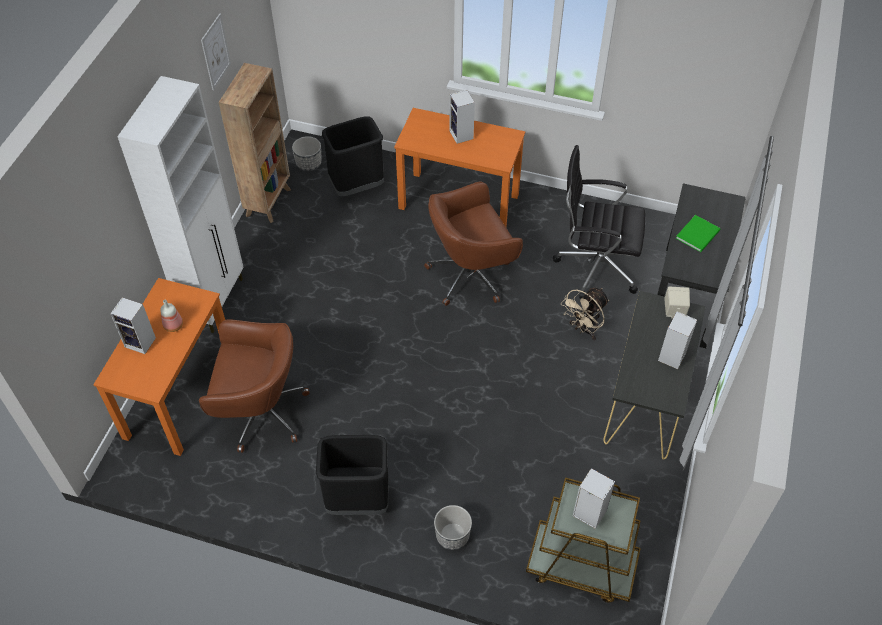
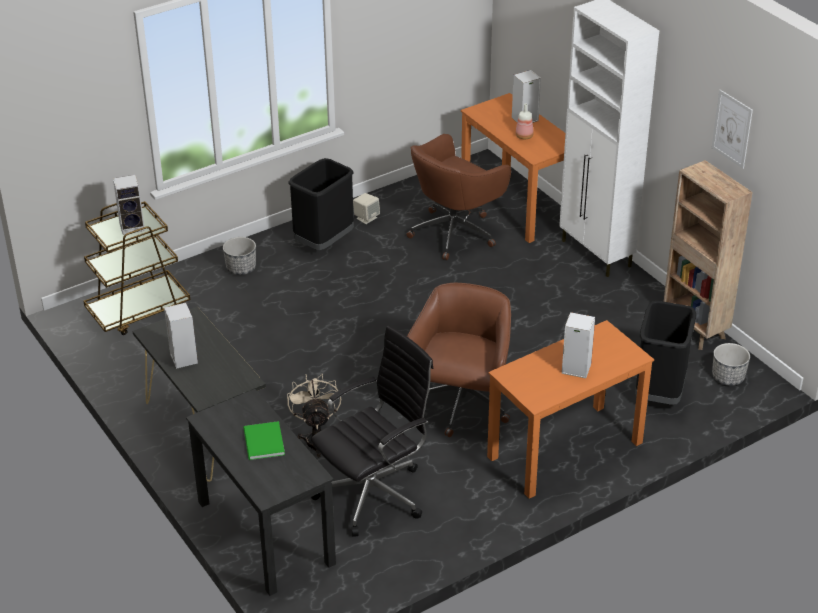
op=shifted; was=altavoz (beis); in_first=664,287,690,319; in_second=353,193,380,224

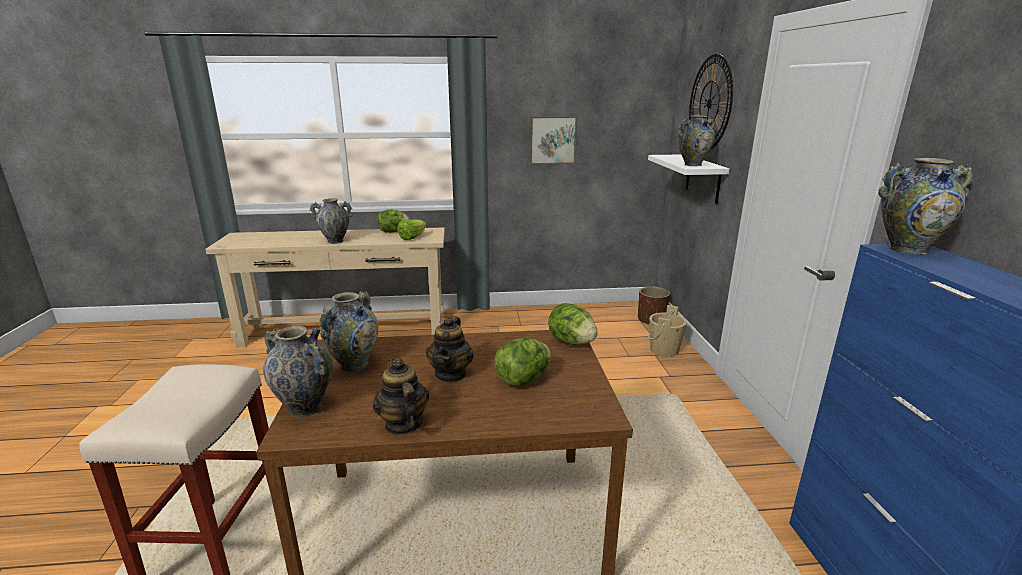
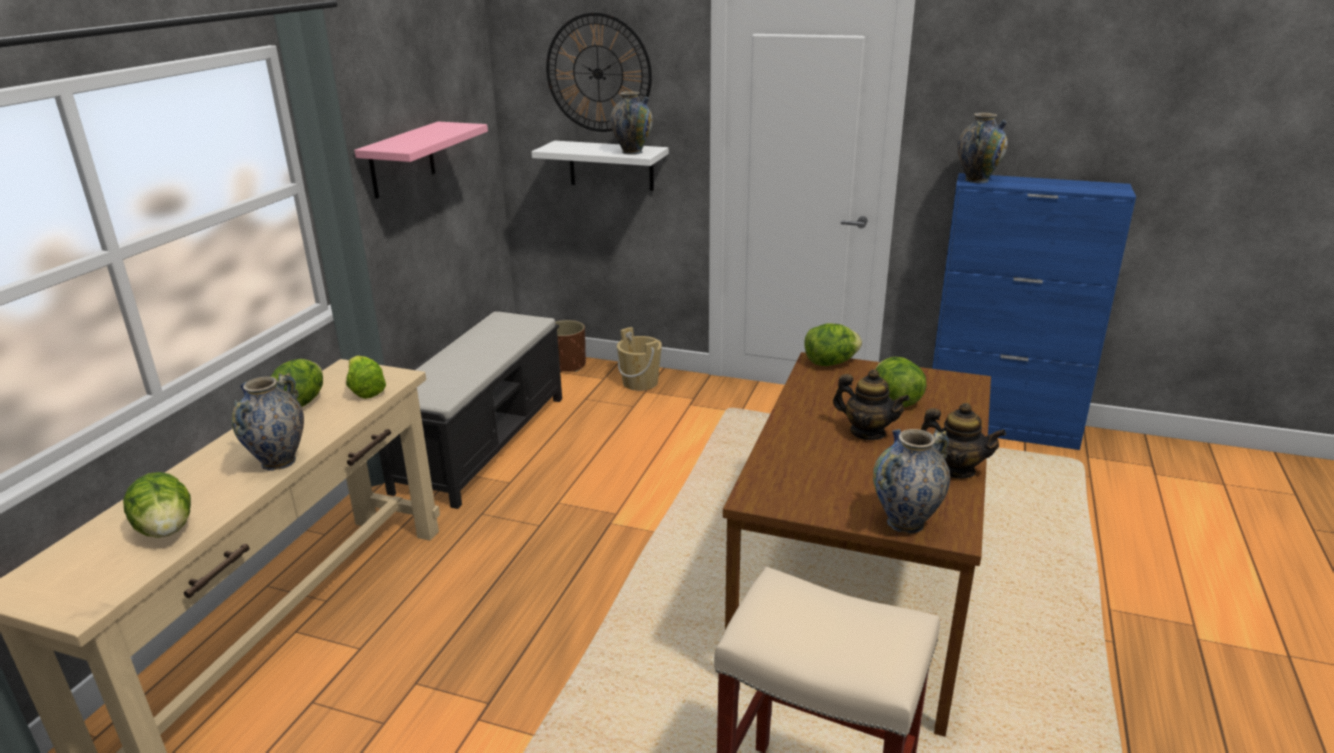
op=gone; was=florero; in_first=319,291,378,372
op=new; now=lechuga; in_second=123,472,191,538
op=new; now=banco (negro); in_second=379,309,562,509
op=swapped; was=cuadro; now=estante (rosa); in_first=530,116,577,164; in_second=354,122,488,199
op=rotated; was=tetera; in_first=373,358,429,435; in_second=921,403,1006,479; clockwise=-150

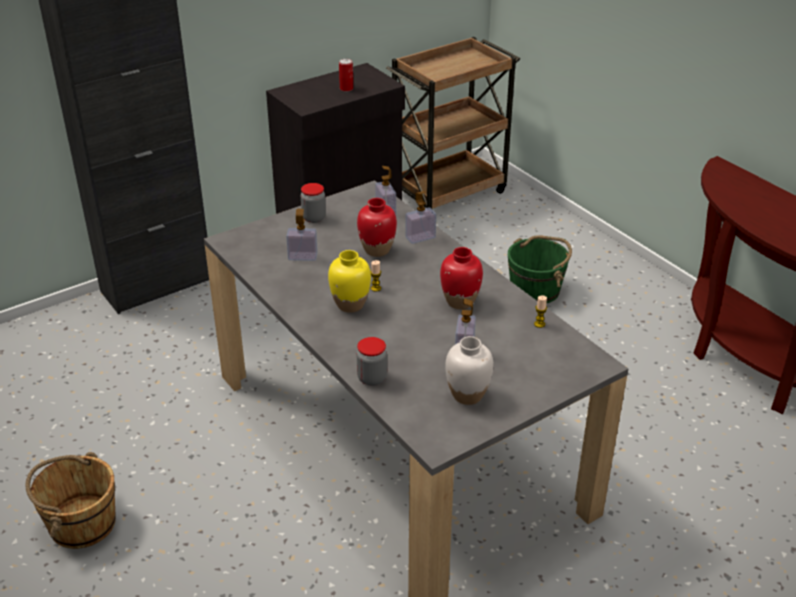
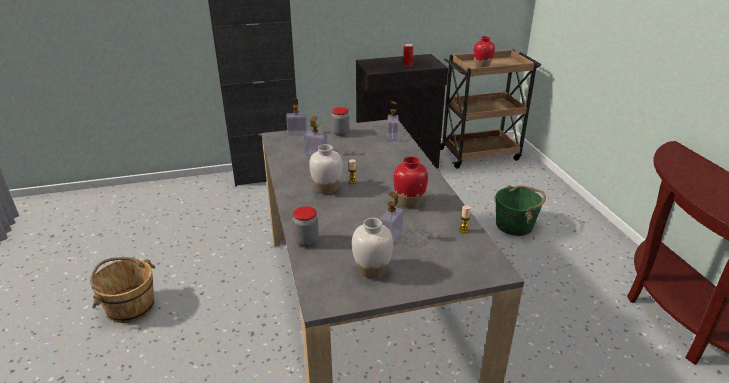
op=shifted; was=florero (rojo); in_first=357,198,397,257; in_second=473,36,495,68
op=shifted; was=dispensador de jabón; in_first=405,191,436,244; in_second=286,99,307,136
op=repainted; was=florero (amarillo); now=florero (blanco); in_first=328,250,371,313; in_second=309,144,342,194

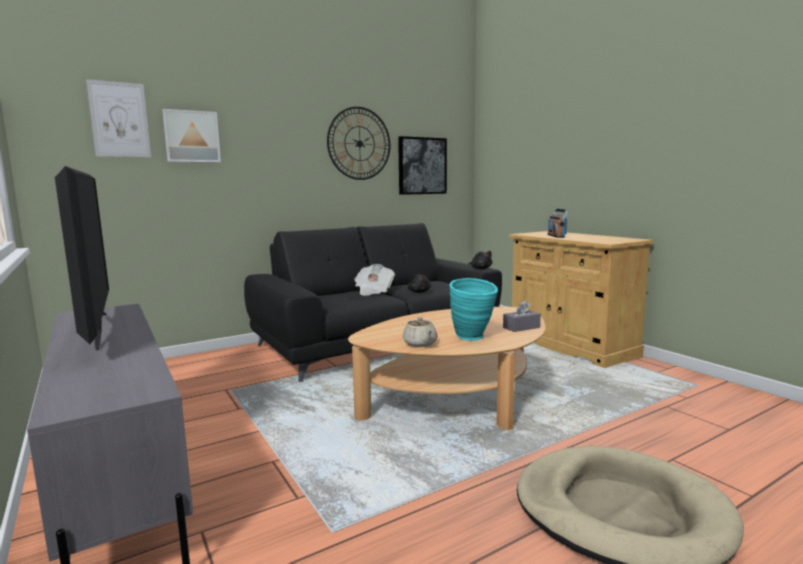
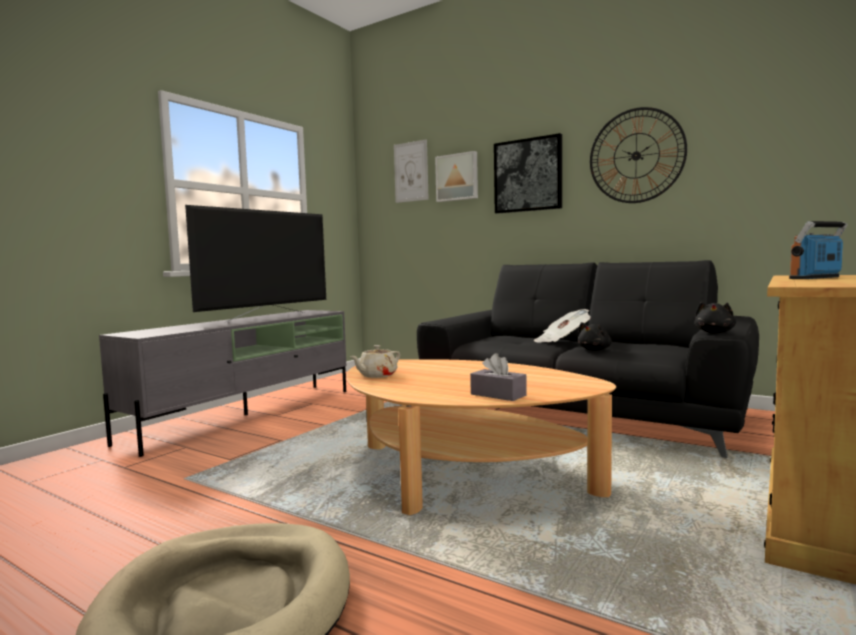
op=gone; was=florero (turquesa); in_first=450,278,498,341
op=shifted; was=cuadro; in_first=398,136,447,195; in_second=494,133,562,214

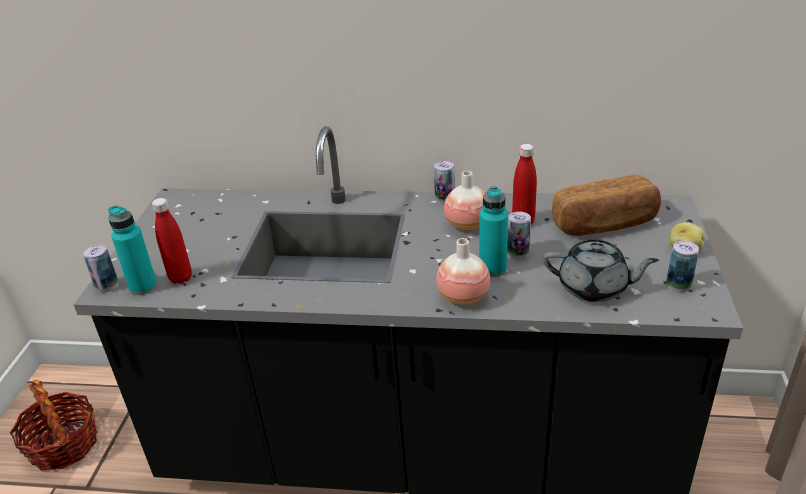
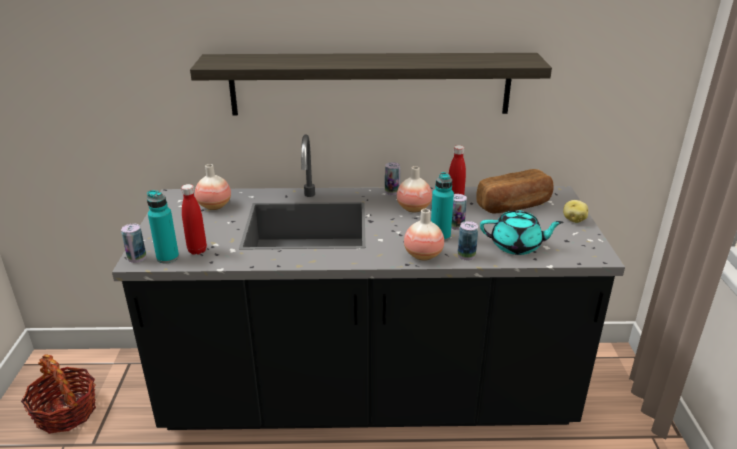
op=new; now=estante; in_second=190,53,552,115
op=new; now=florero; in_second=195,164,231,210
op=shifted; was=lata; in_first=666,241,699,293; in_second=458,221,478,261
op=repainted; was=tetera (gris); now=tetera (turquesa); in_first=543,240,659,302; in_second=480,210,564,255

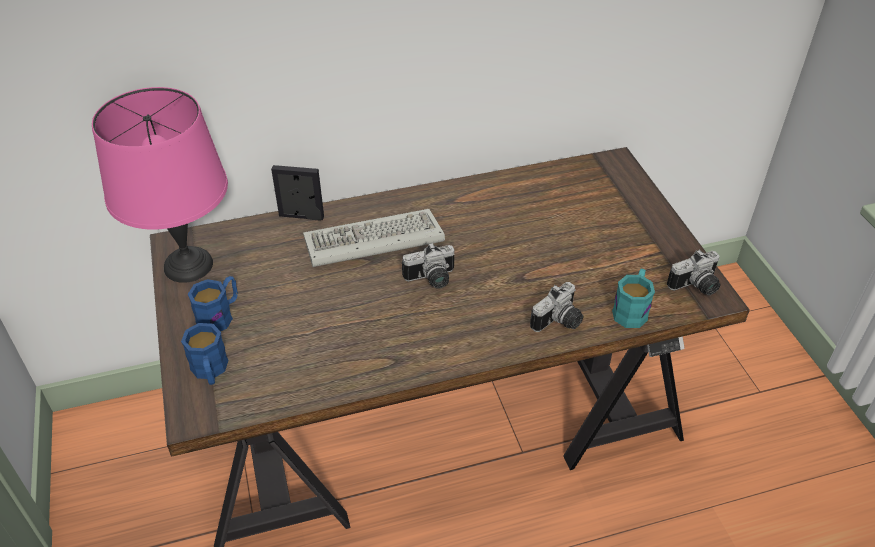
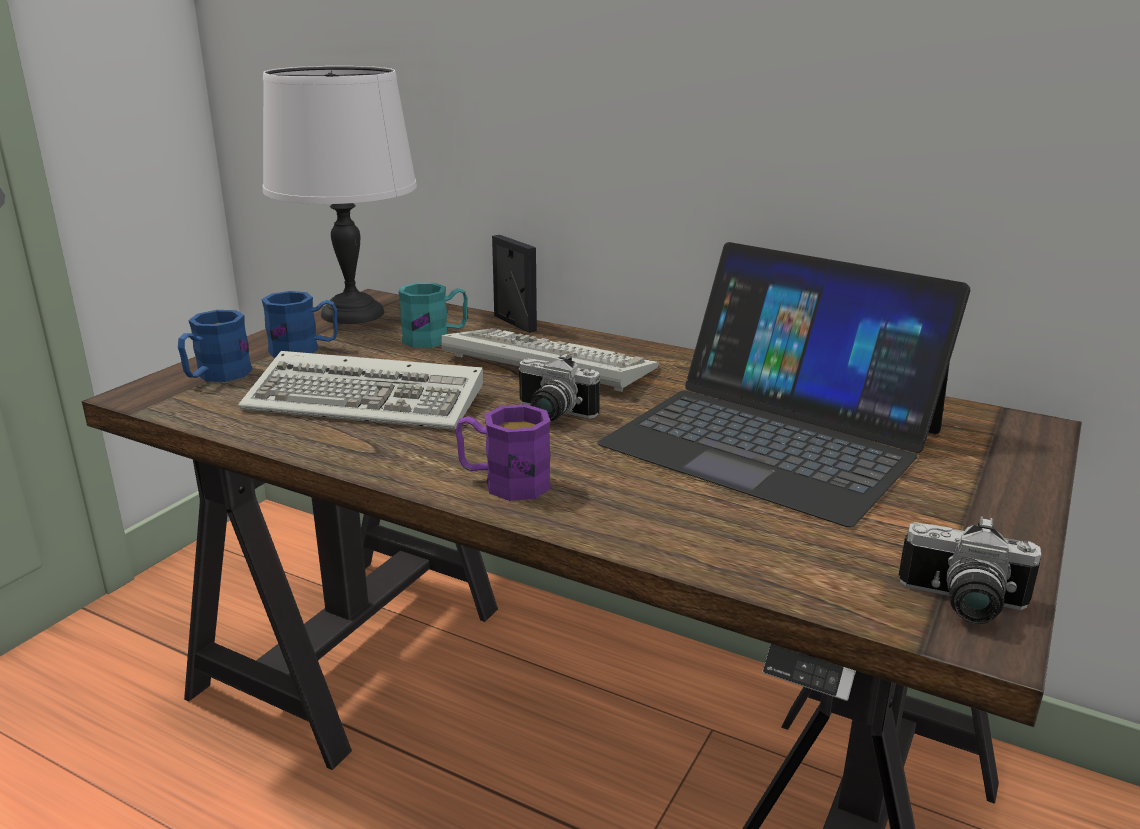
op=gone; was=cámara; in_first=530,282,583,332
op=new; now=teclado; in_second=238,351,483,430
op=new; now=taza grande (morado); in_second=455,404,551,501
op=new; now=portátil; in_second=597,242,970,527
op=shifted; was=taza grande (turquesa); in_first=612,269,655,328; in_second=399,283,468,348
op=repainted; was=lámpara de mesa (rosa); now=lámpara de mesa (blanco); in_first=92,87,228,283; in_second=263,66,417,324

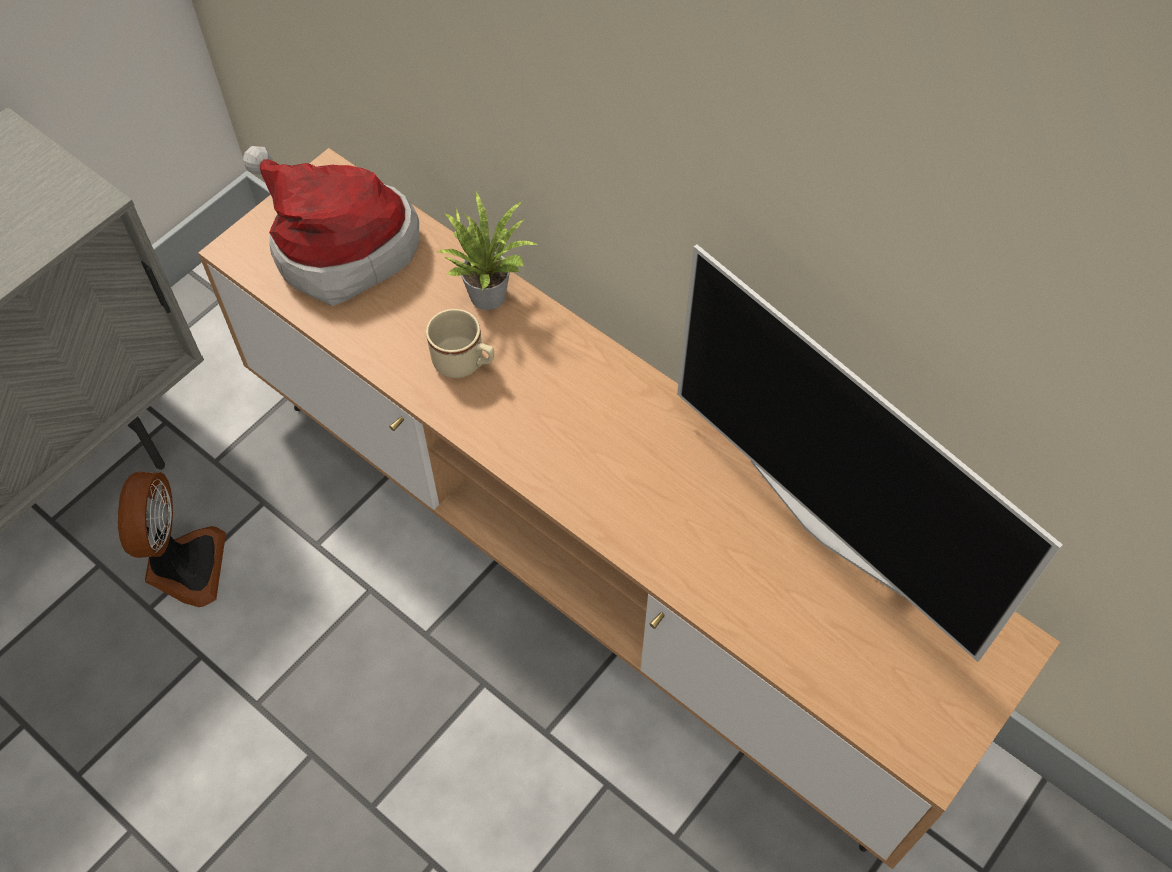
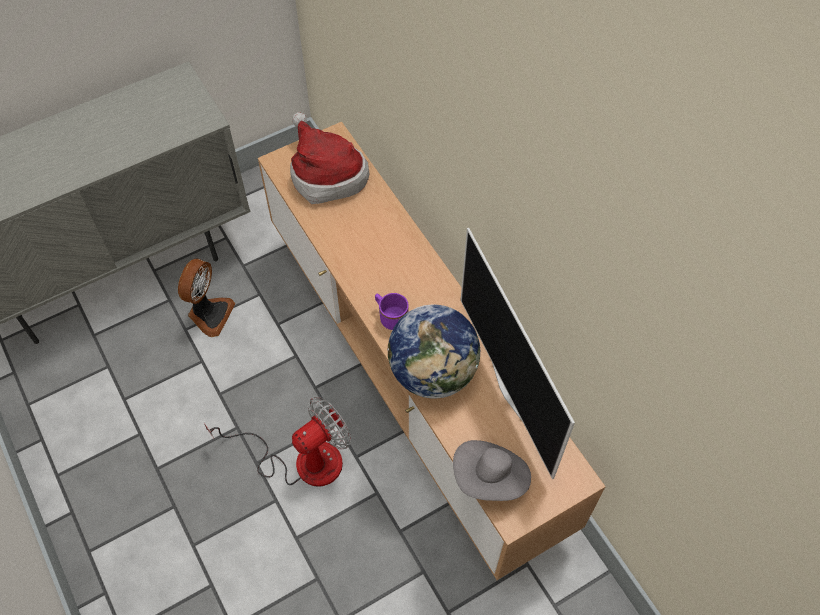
op=gone; was=taza grande (beis); in_first=426,309,494,378
op=gone; was=planta en maceta; in_first=437,192,539,310
op=new; now=ventilador; in_second=204,397,351,487
op=new; now=taza grande (morado); in_second=375,293,409,330
op=new; now=globo terráqueo; in_second=387,304,480,398
op=new; now=sombrero (gris); in_second=453,440,531,501

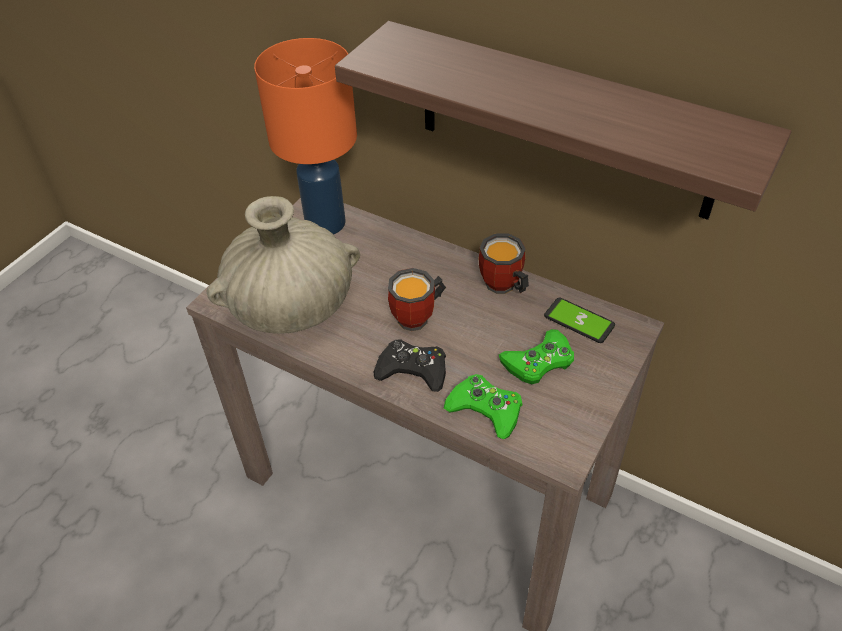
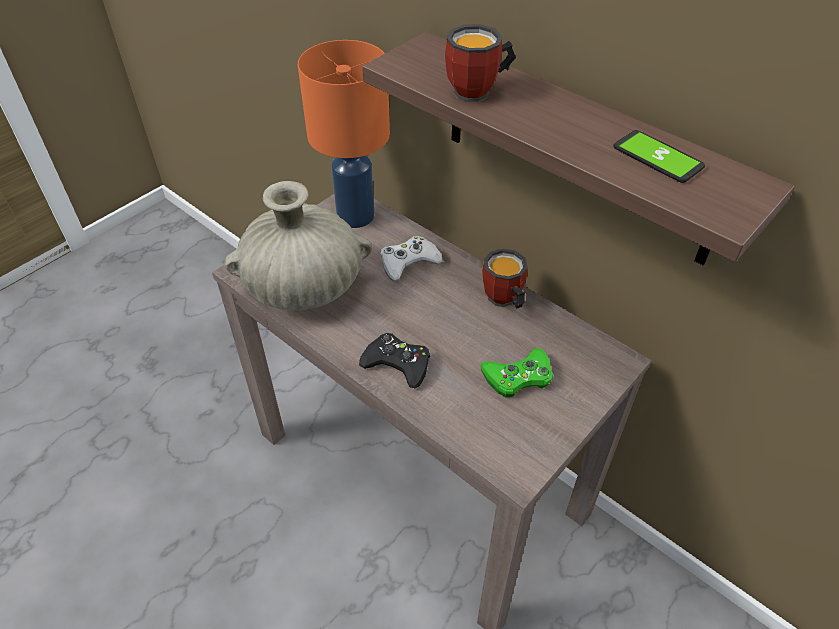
op=gone; was=mando de consola (verde); in_first=444,374,522,439
op=new; now=mando de consola (blanco); in_second=380,236,443,281
op=shifted; was=taza grande; in_first=388,268,446,331; in_second=445,24,516,102
op=shifted; was=móvil; in_first=544,298,615,343; in_second=613,130,705,183

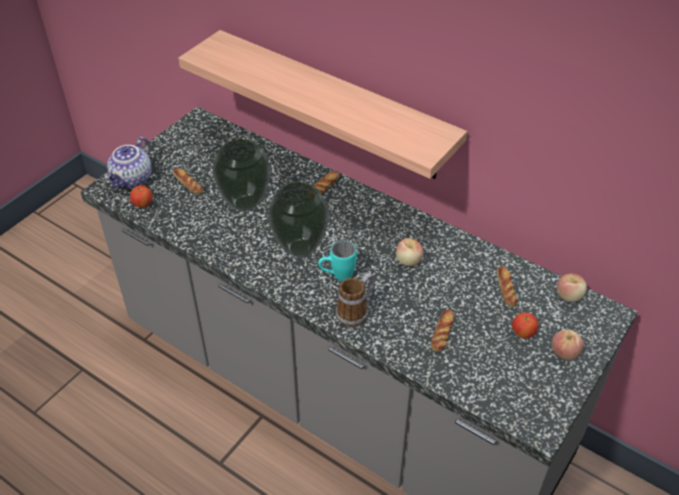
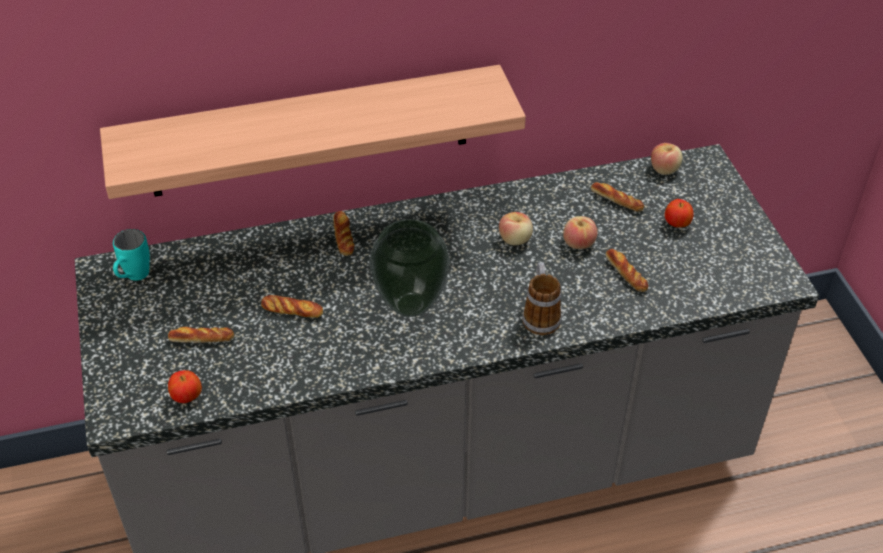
op=gone; was=tetera; in_first=104,137,152,189
op=shifted; was=taza grande (turquesa); in_first=318,240,357,281; in_second=113,229,150,281
op=shifted; was=manzana; in_first=552,330,584,360; in_second=563,216,597,249
op=swapped; was=florero; now=pan; in_first=212,139,271,211; in_second=261,295,323,318

